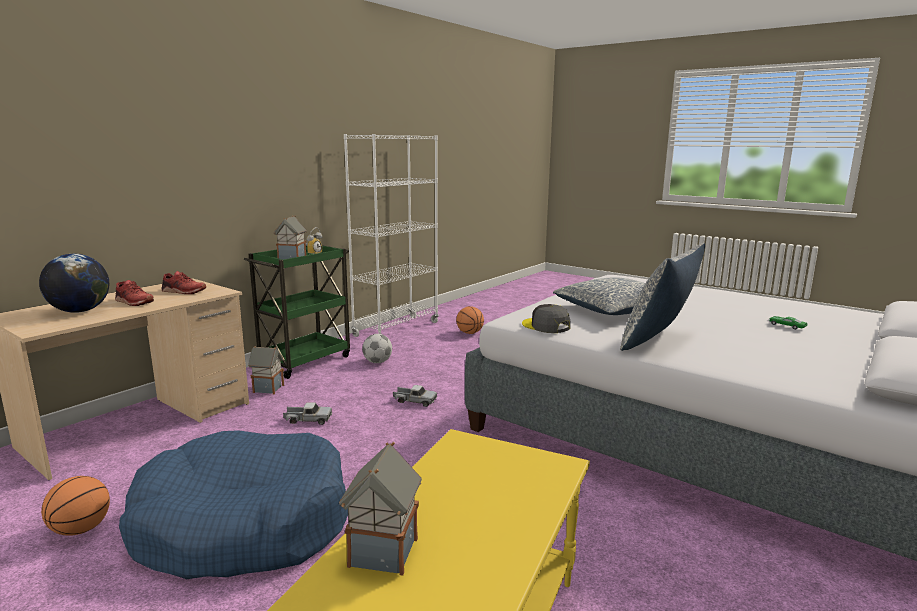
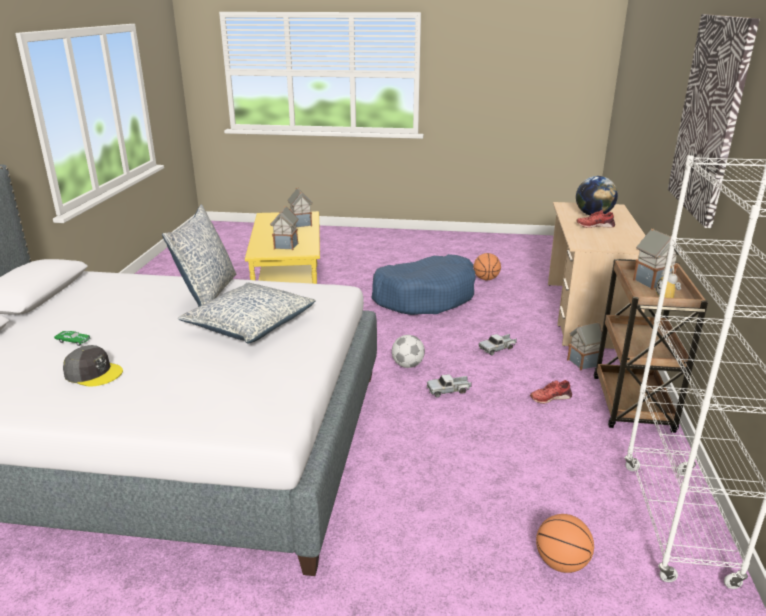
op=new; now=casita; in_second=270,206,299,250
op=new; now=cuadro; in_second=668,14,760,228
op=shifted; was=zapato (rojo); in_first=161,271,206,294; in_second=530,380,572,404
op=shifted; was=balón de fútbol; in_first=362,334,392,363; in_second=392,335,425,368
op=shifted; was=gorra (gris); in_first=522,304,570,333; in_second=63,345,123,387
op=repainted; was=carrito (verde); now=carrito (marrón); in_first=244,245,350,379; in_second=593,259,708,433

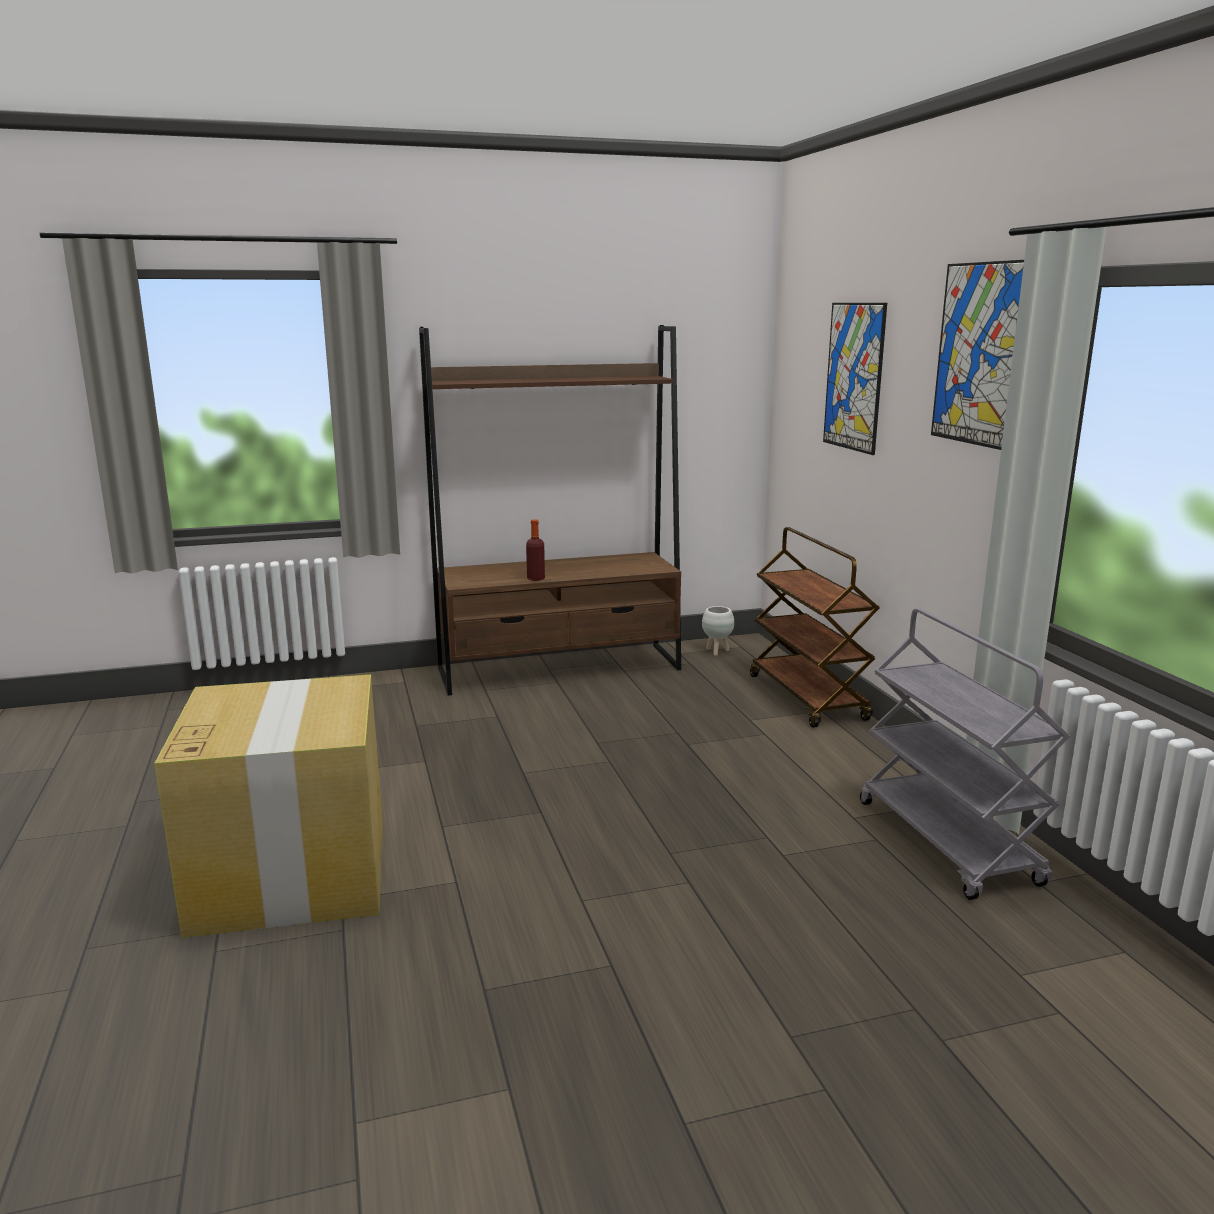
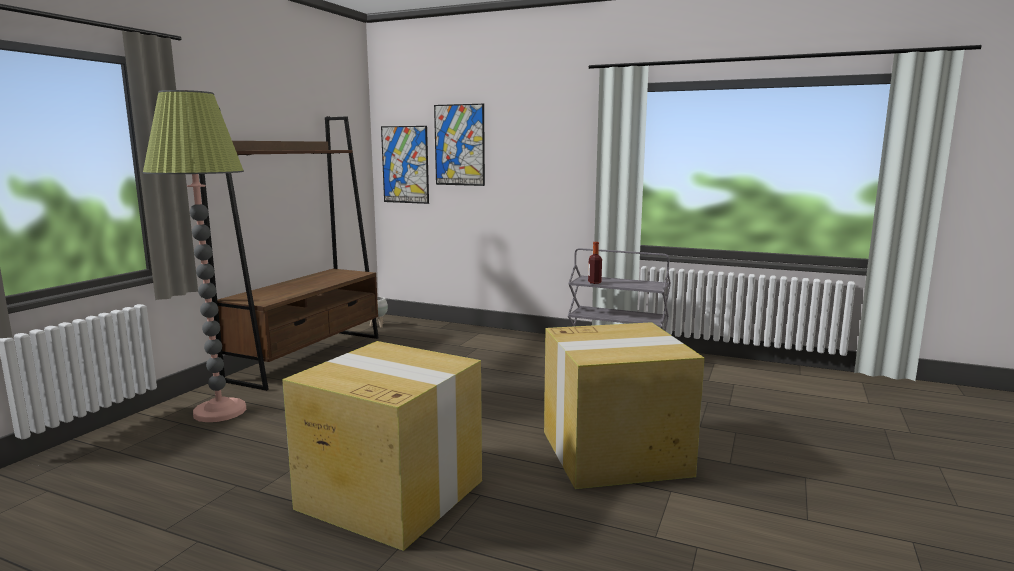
op=gone; was=carrito (marrón); in_first=750,527,880,728
op=new; now=lámpara de pie; in_second=143,90,246,422
op=new; now=caja de cartón; in_second=544,322,705,489
op=shifted; was=botella; in_first=526,519,545,581; in_second=588,242,602,284
op=shifted; was=cuadro; in_first=931,260,1024,450; in_second=381,126,429,204

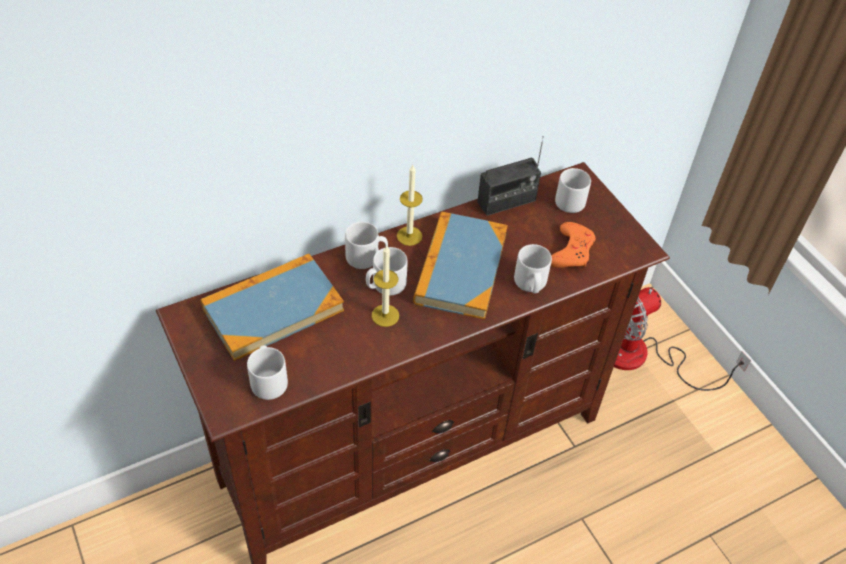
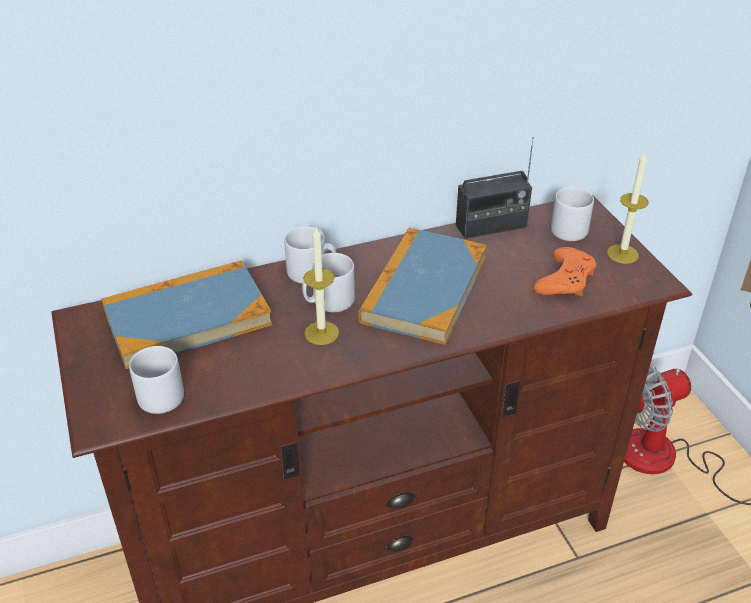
op=gone; was=taza grande (gris); in_first=514,244,552,293
op=shifted; was=vela; in_first=397,165,423,246; in_second=607,153,649,264

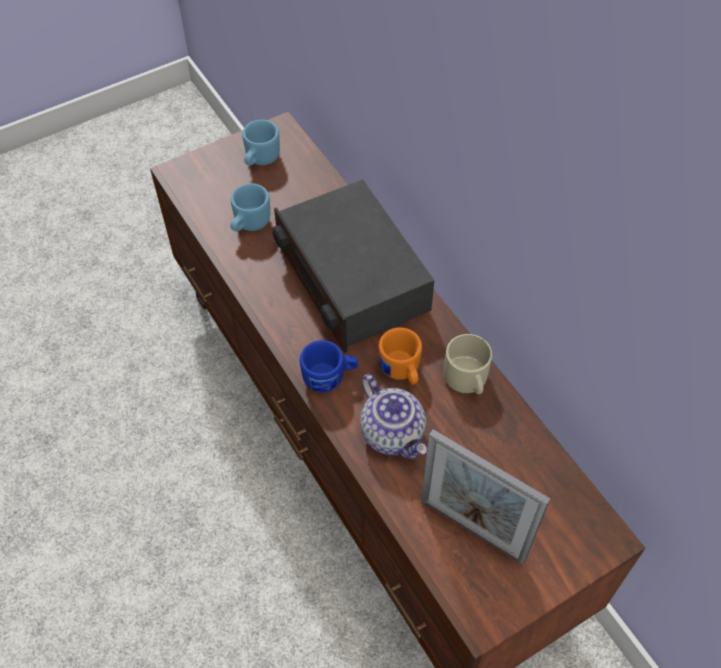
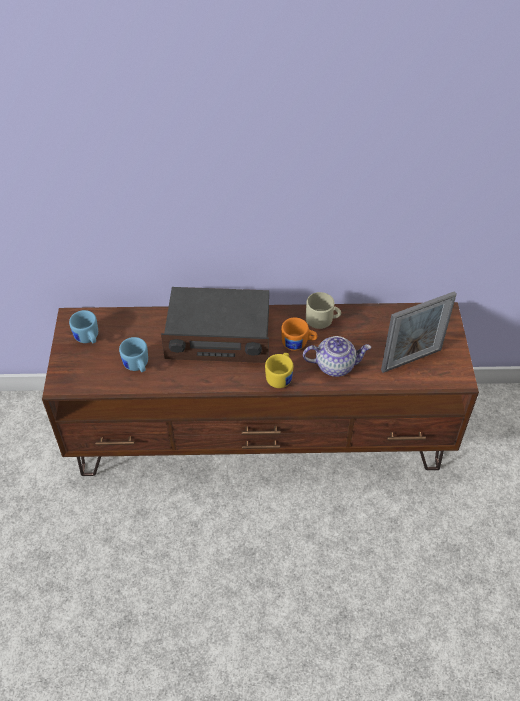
op=repainted; was=taza grande (azul); now=taza grande (amarillo); in_first=300,340,358,393; in_second=265,353,293,388

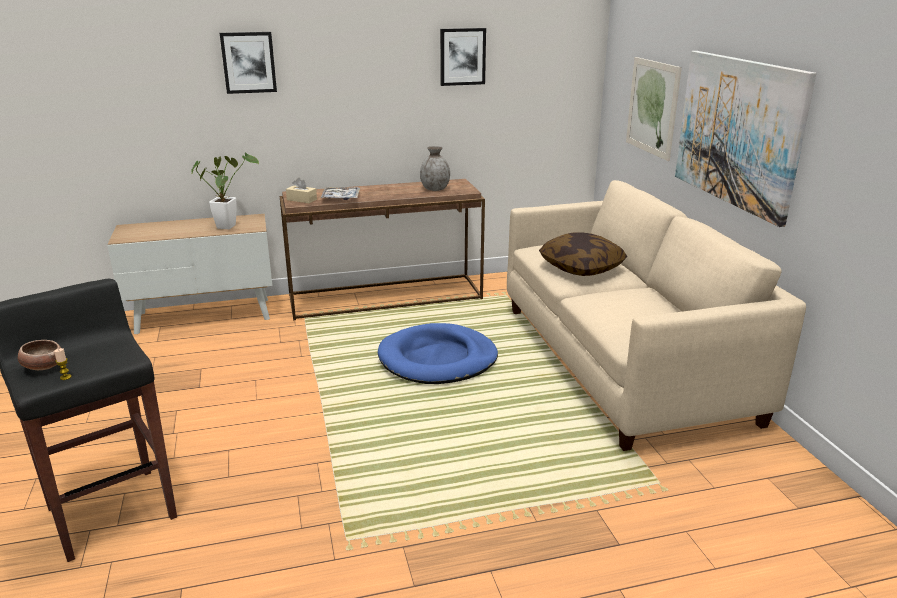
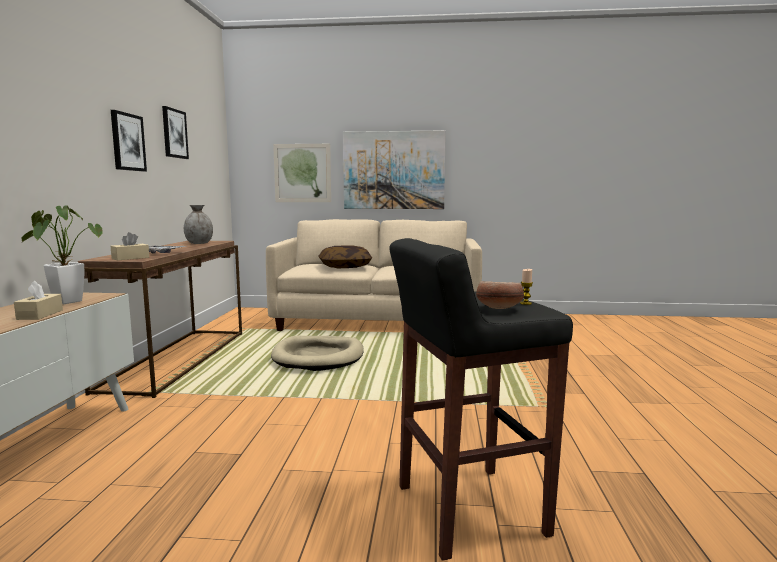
op=new; now=caja de pañuelos (beis); in_second=14,281,63,320
op=shifted; was=cuadro; in_first=220,32,277,94; in_second=111,110,147,171
op=repainted; was=cama para perro (azul); now=cama para perro (beis); in_first=378,323,498,384; in_second=271,336,364,371

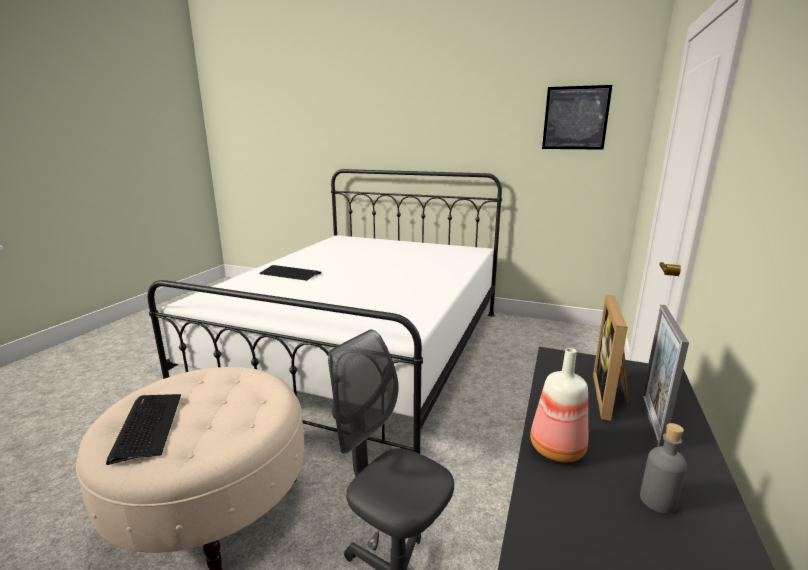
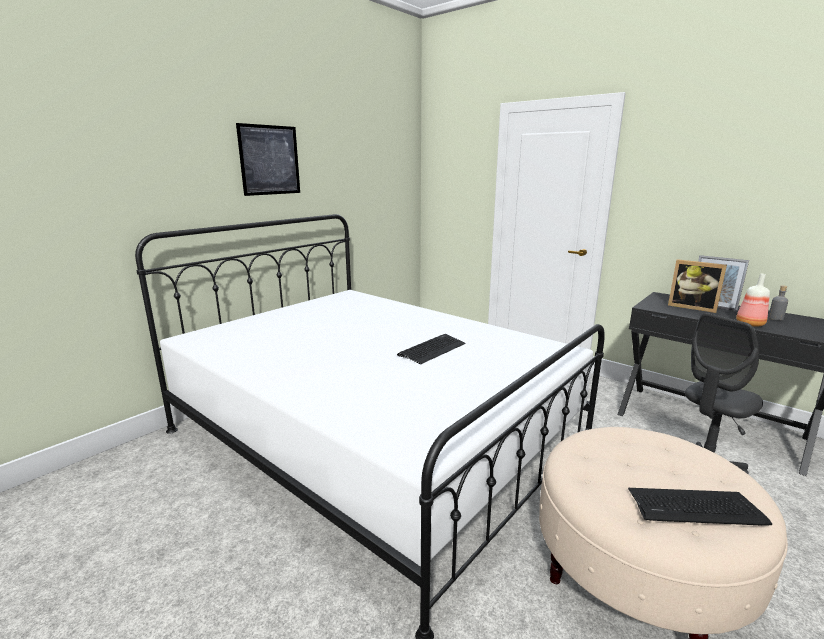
op=shifted; was=teclado; in_first=259,265,321,281; in_second=397,334,465,364
op=shifted; was=cuadro; in_first=542,85,612,150; in_second=236,123,300,196

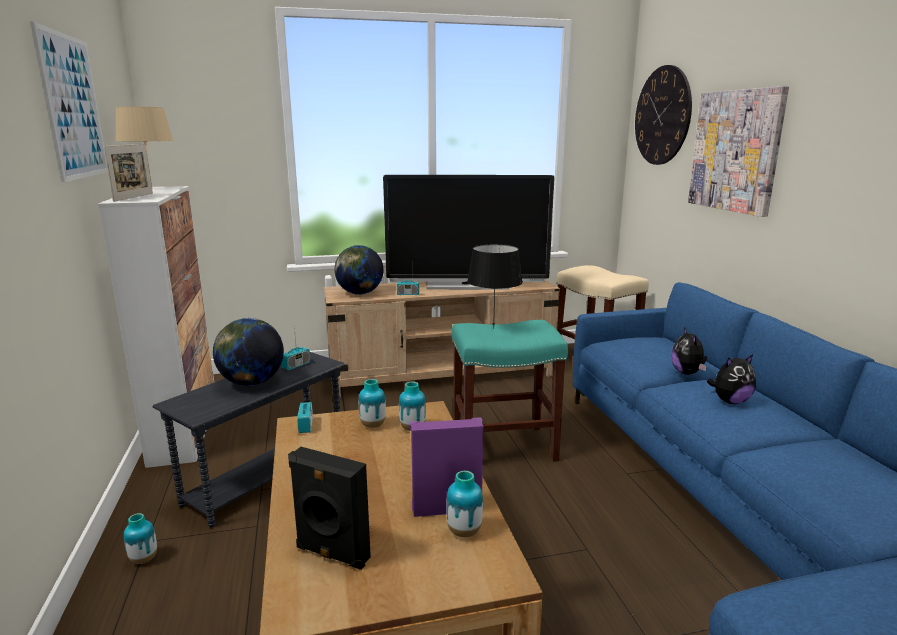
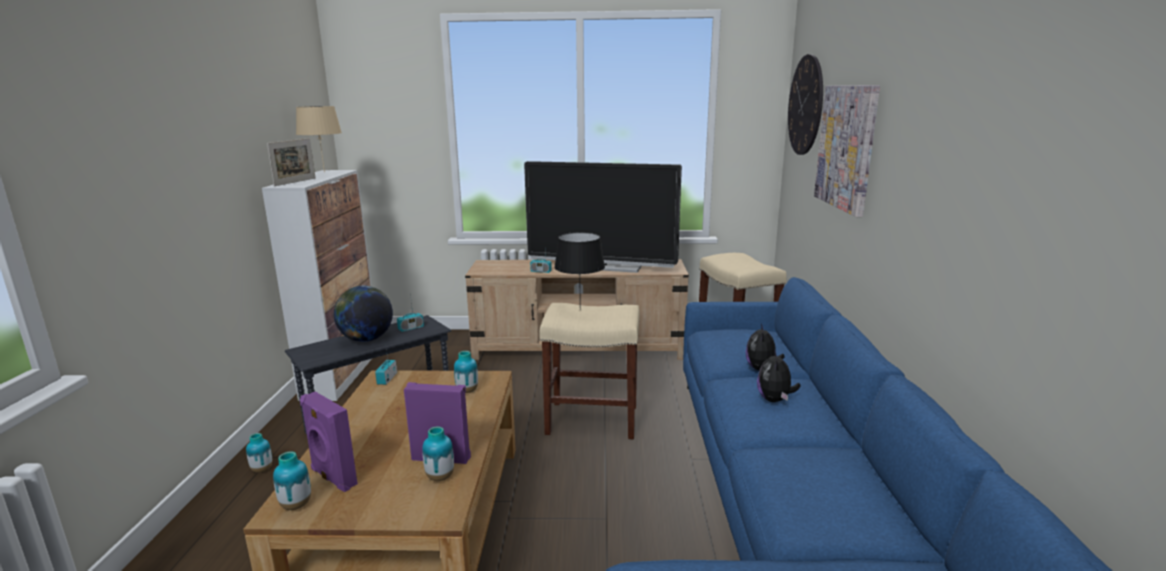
op=gone; was=cuadro; in_first=30,22,108,182
op=gone; was=globo terráqueo; in_first=334,245,383,295
op=shifted; was=florero; in_first=359,379,386,428; in_second=273,452,311,510
op=repainted; was=altavoz (negro); now=altavoz (morado); in_first=288,447,371,570; in_second=300,392,358,492
op=repainted; was=taburete (turquesa); now=taburete (beis); in_first=452,320,568,462; in_second=539,303,640,439
op=rotated; was=peluche; in_first=707,354,756,404; in_second=757,349,801,402; clockwise=105

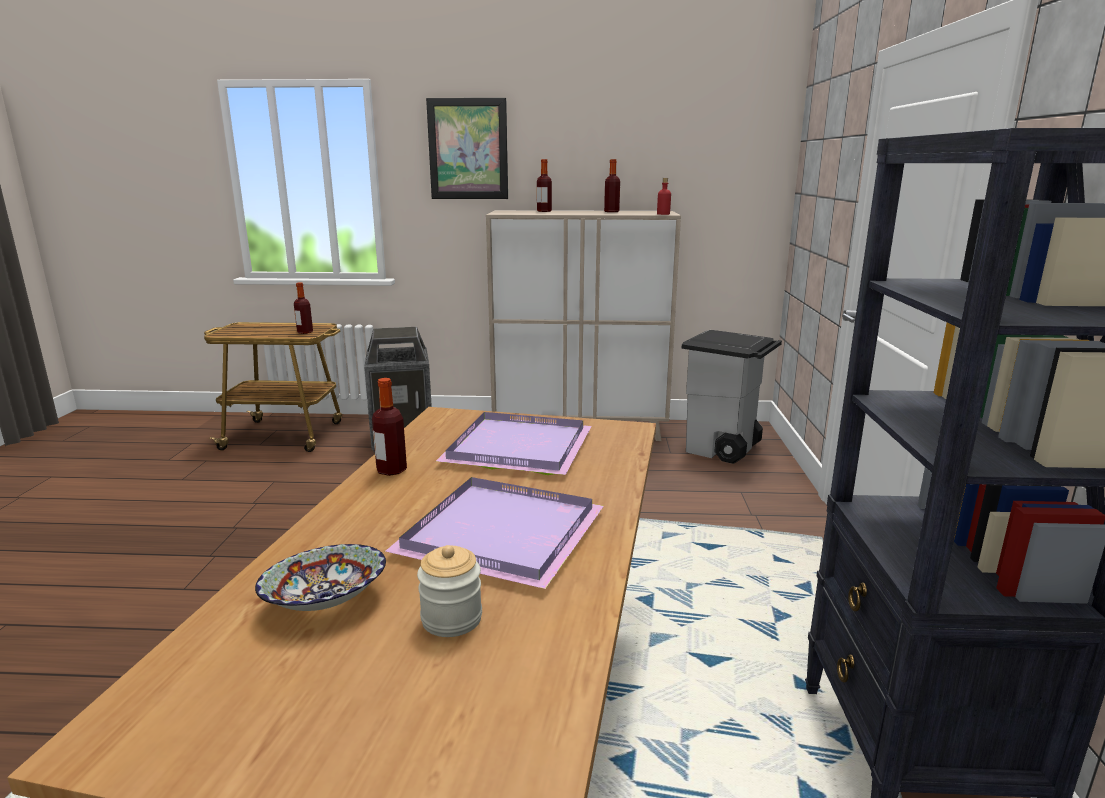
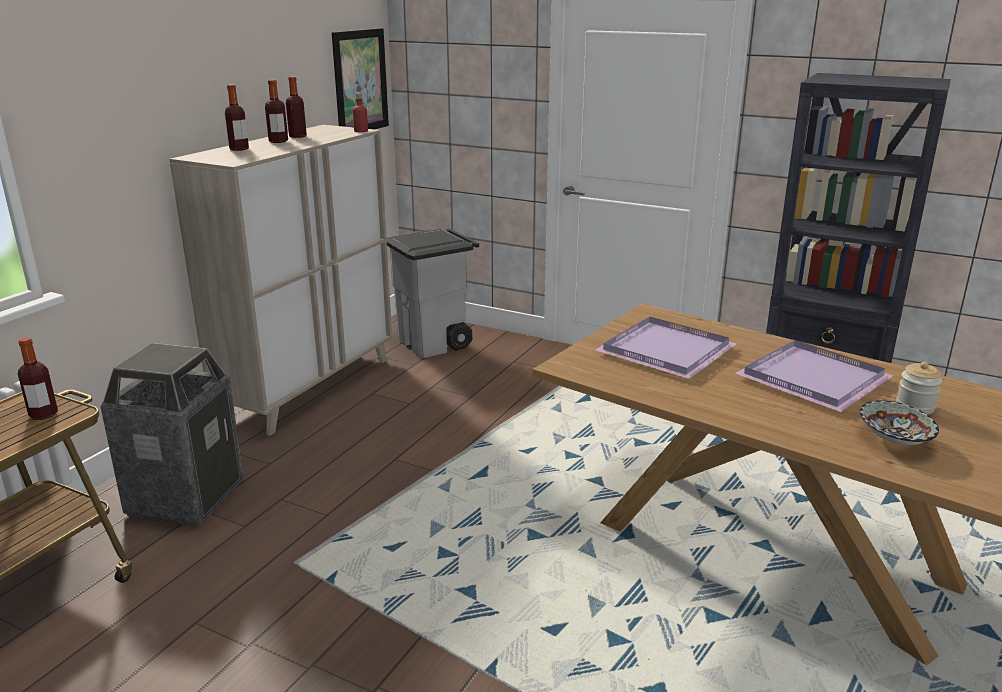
op=shifted; was=botella; in_first=372,378,407,476; in_second=265,80,288,143
op=shifted; was=cuadro; in_first=426,98,508,199; in_second=332,28,389,129

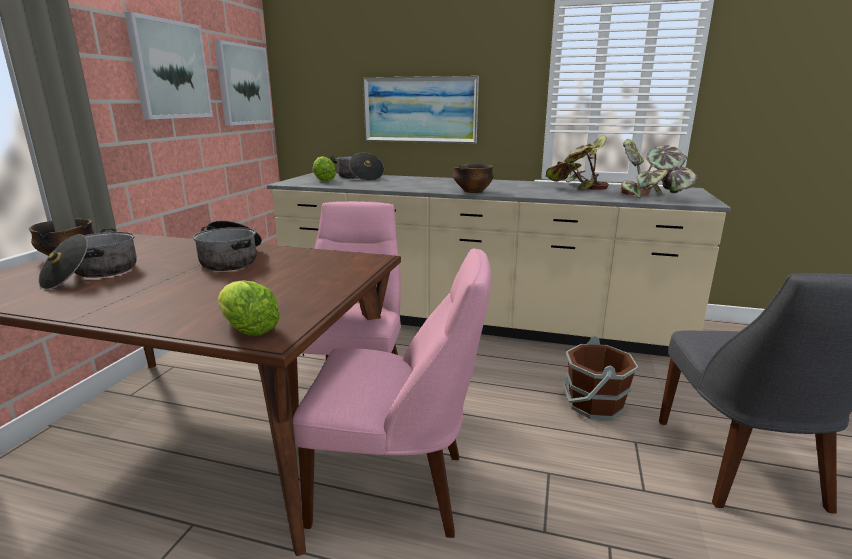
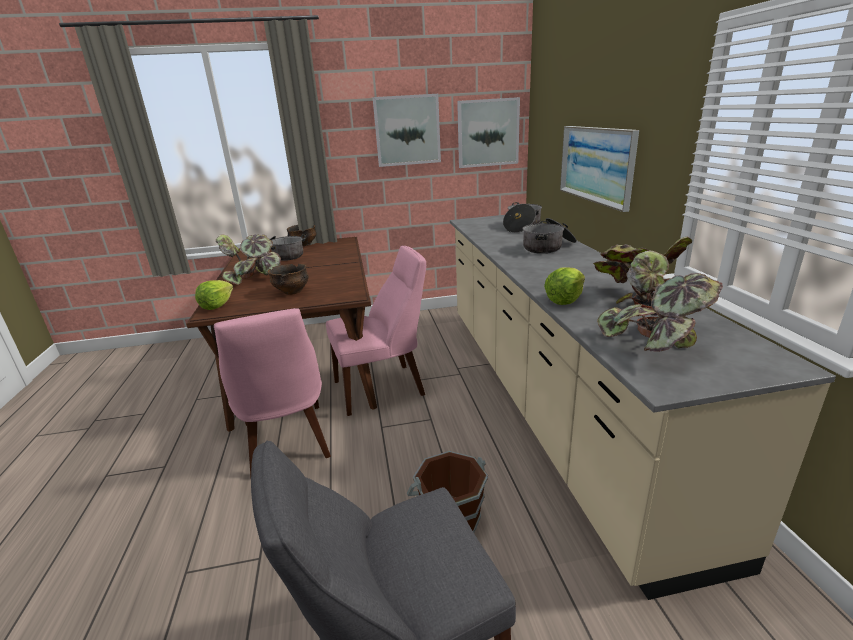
op=new; now=planta en maceta; in_second=216,234,281,285
op=shifted; was=olla; in_first=193,220,262,271; in_second=523,218,577,254
op=shifted; was=lechuga; in_first=313,156,336,182; in_second=544,267,585,305
op=shifted; was=cuenco; in_first=453,164,494,193; in_second=268,264,309,295

